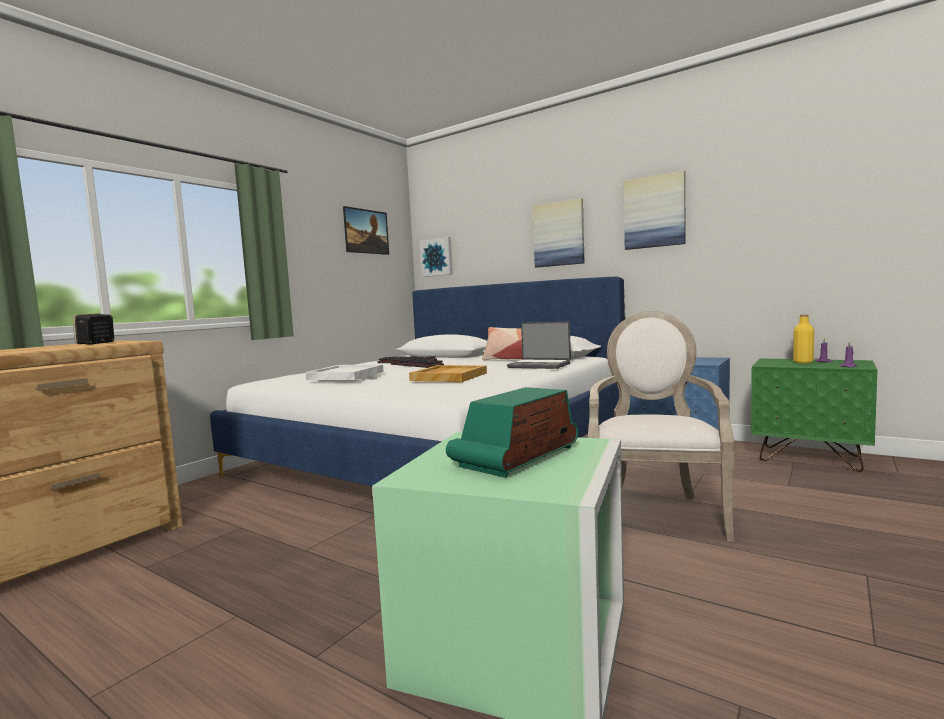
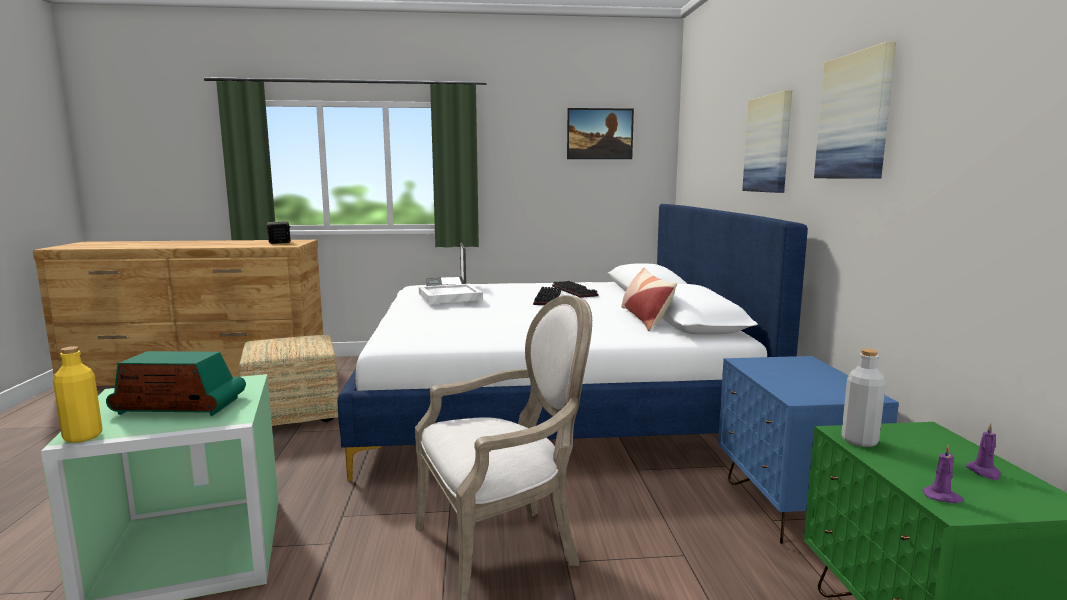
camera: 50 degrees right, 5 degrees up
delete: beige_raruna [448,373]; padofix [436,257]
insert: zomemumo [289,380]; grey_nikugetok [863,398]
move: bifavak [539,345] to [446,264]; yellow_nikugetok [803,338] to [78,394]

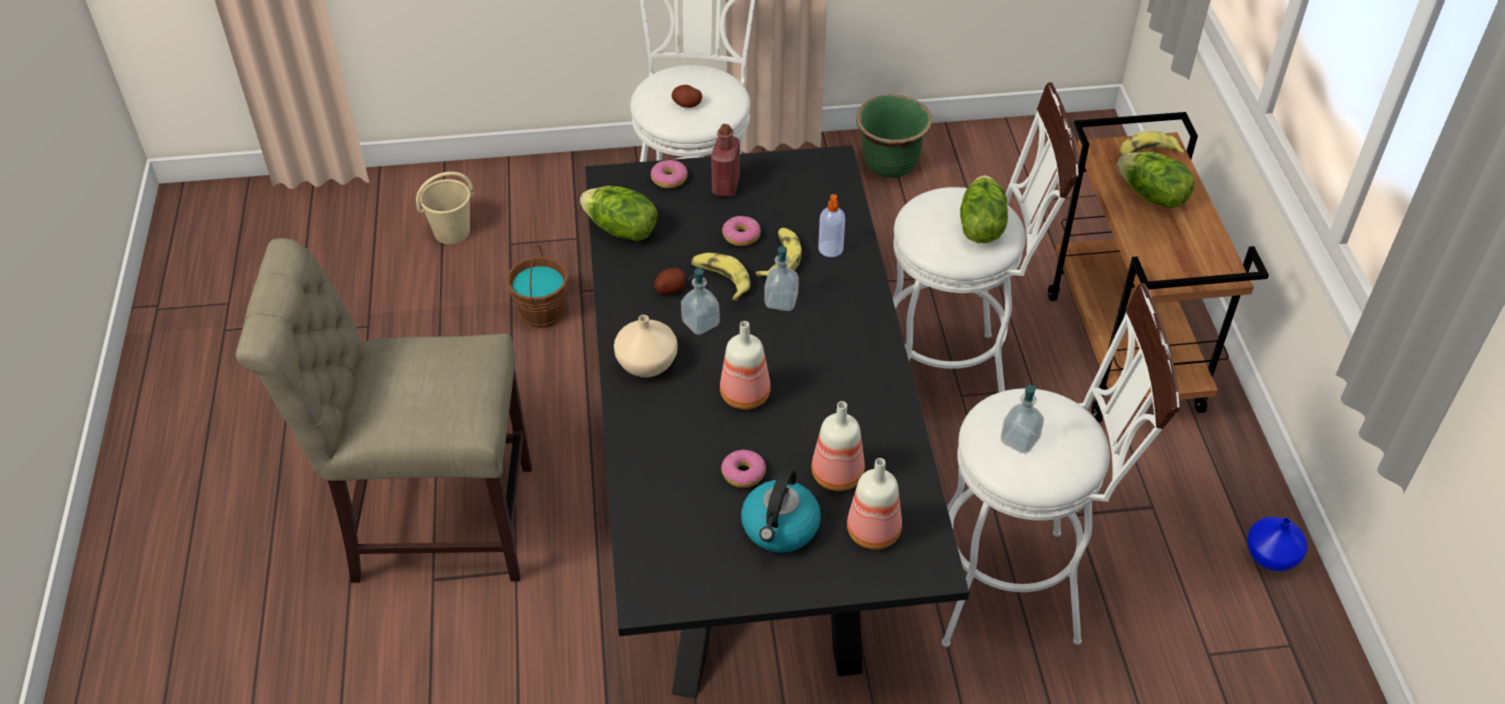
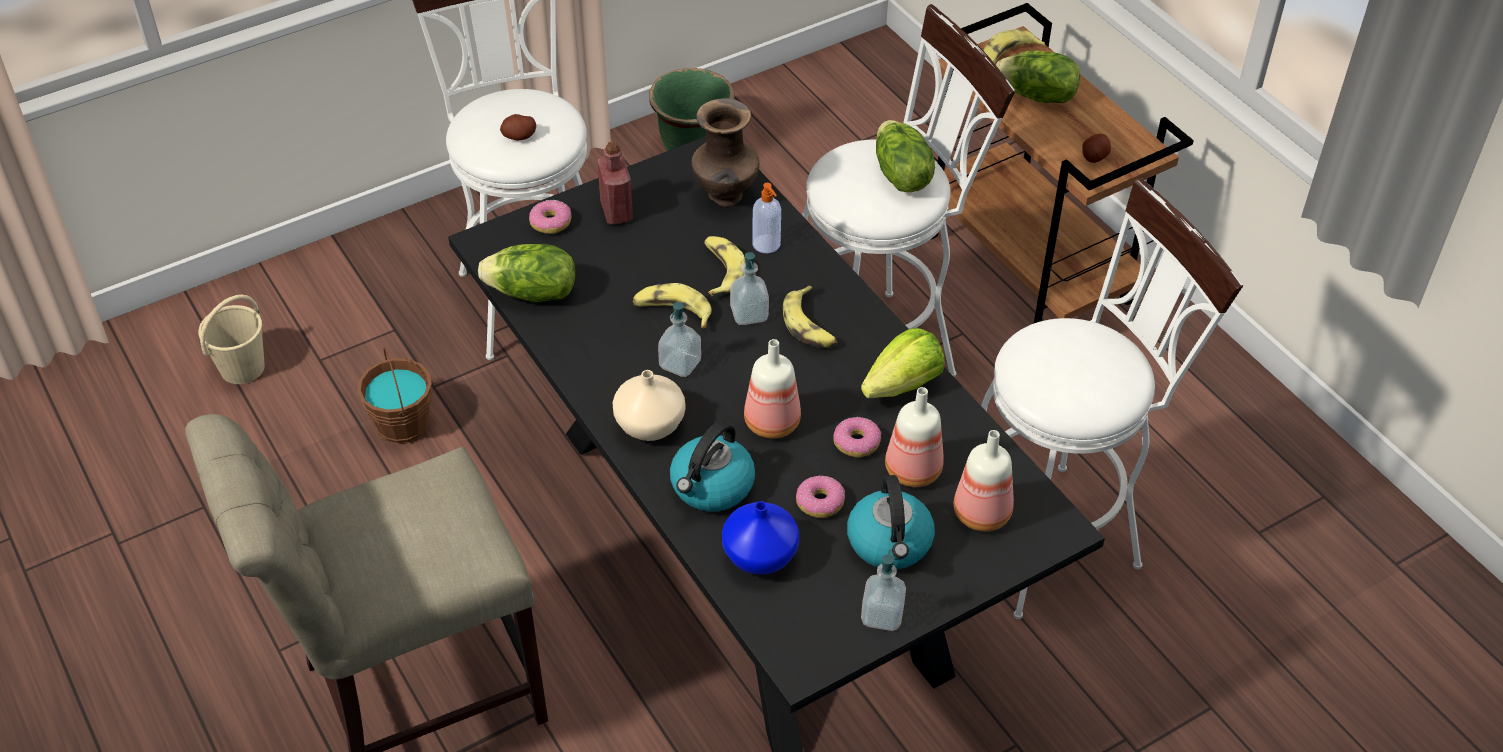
camera: 25 degrees left, 0 degrees up
insert: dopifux [712,466]; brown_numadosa [725,152]; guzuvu [810,317]; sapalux [902,363]
move: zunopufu [670,281] to [1096,148]; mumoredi [741,231] to [857,437]; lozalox [1022,418] to [883,590]; blue_numadosa [1277,544] to [760,538]

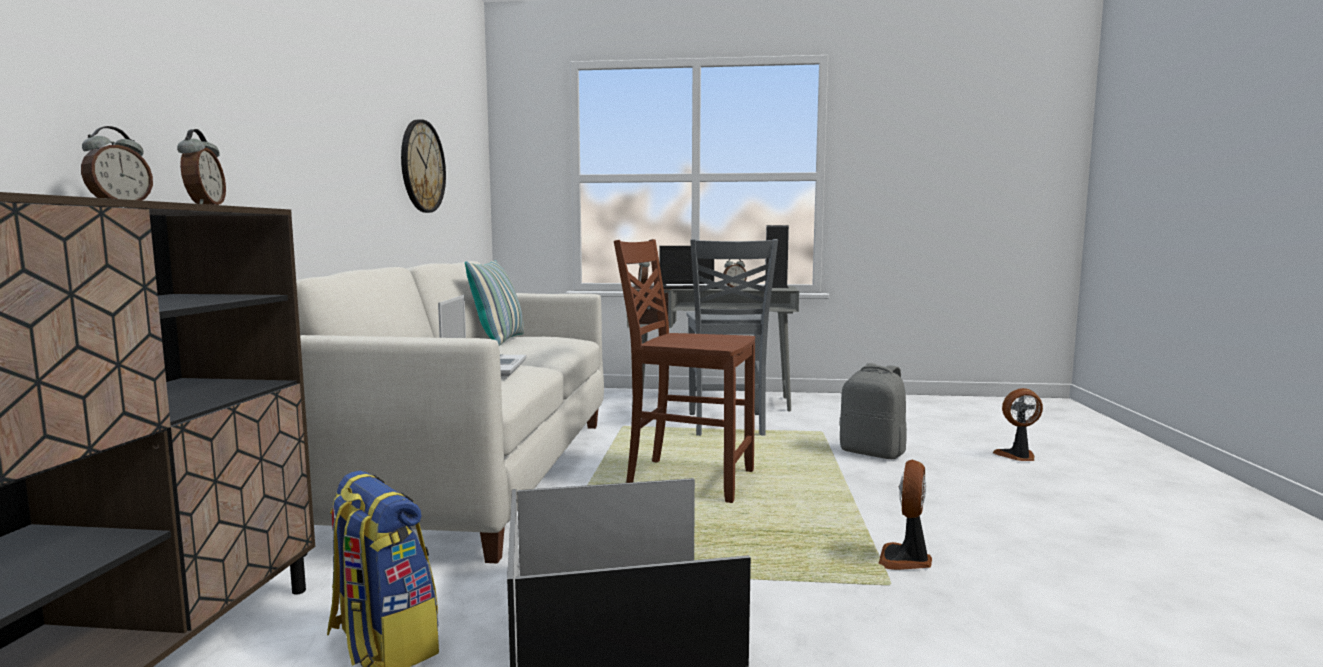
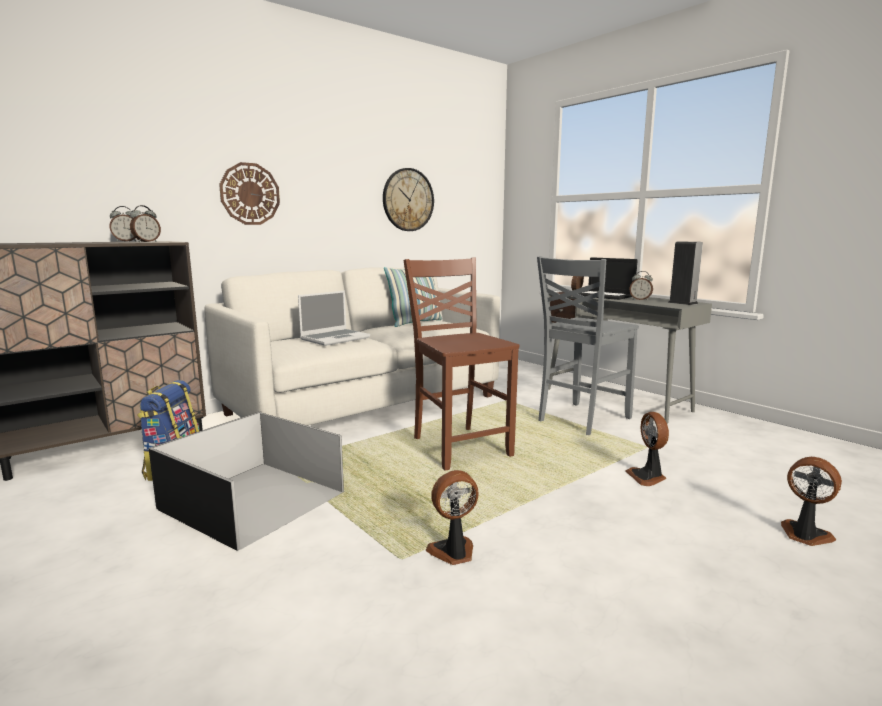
camera: 45 degrees right, 5 degrees up
insert: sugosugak [249,193]
replace: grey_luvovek [873,411] to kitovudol [647,449]

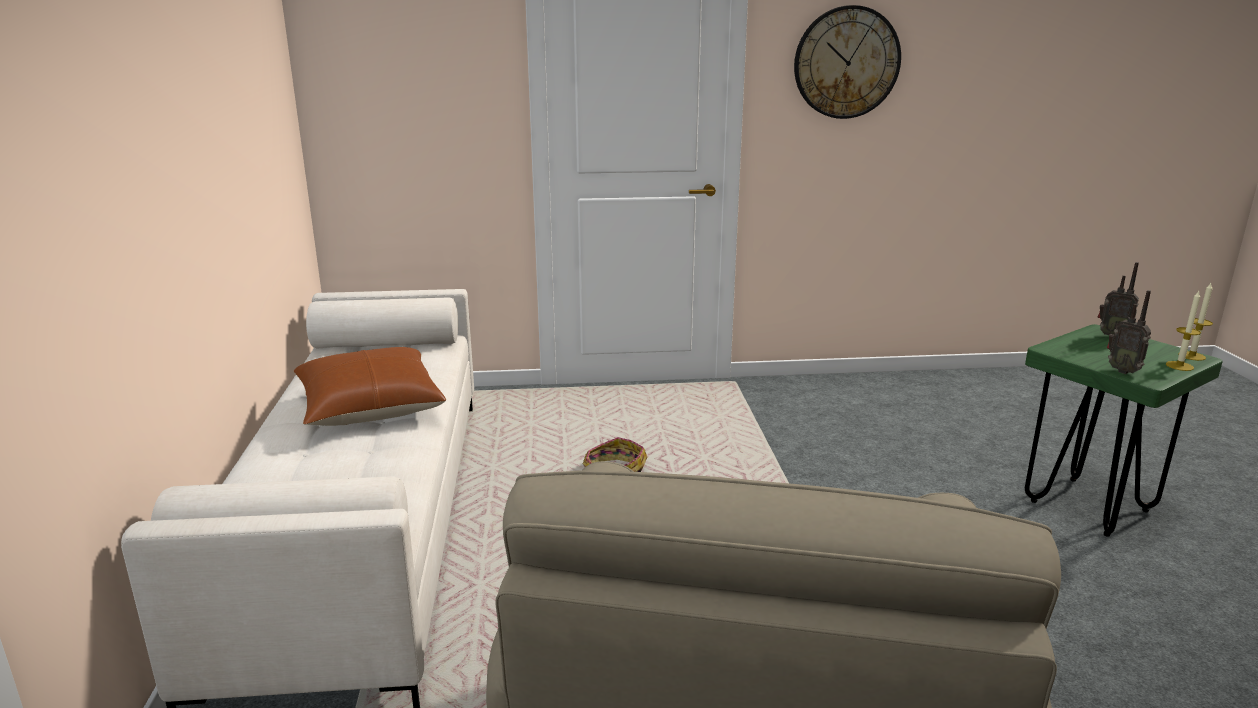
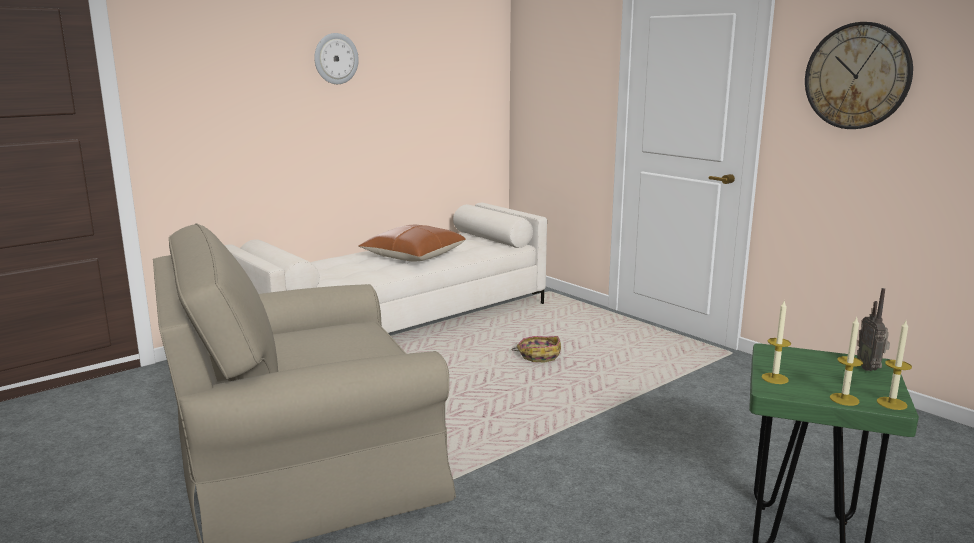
camera: 55 degrees right, 5 degrees down
insert: sugosugak [336,58]
replace: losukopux [1129,332] to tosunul [776,342]

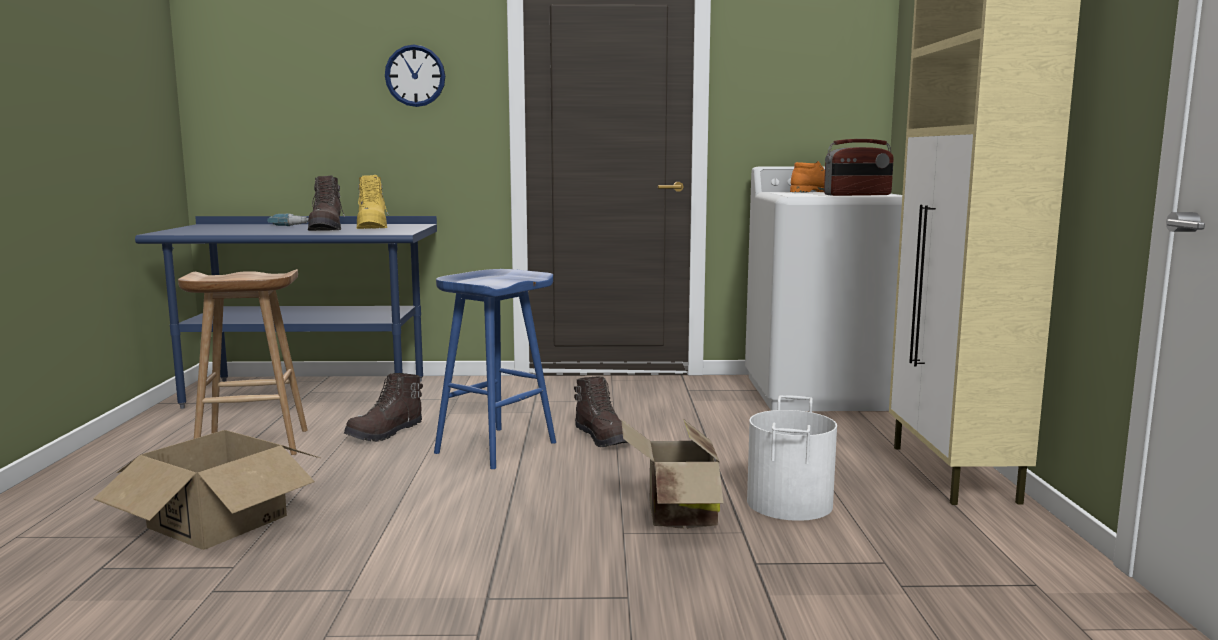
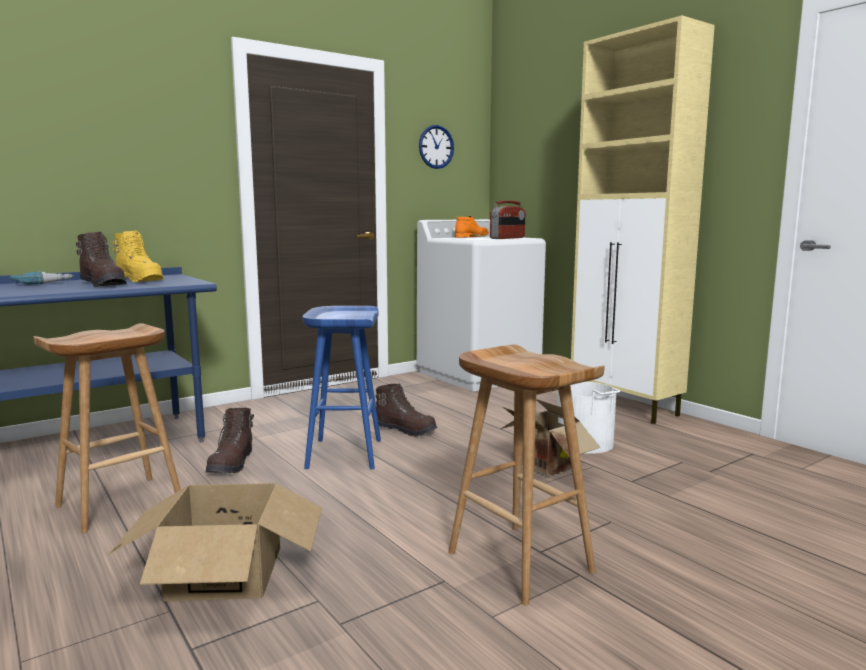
camera: 35 degrees left, 0 degrees up
insert: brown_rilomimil [526,475]
move: sugosugak [415,76] to [436,147]

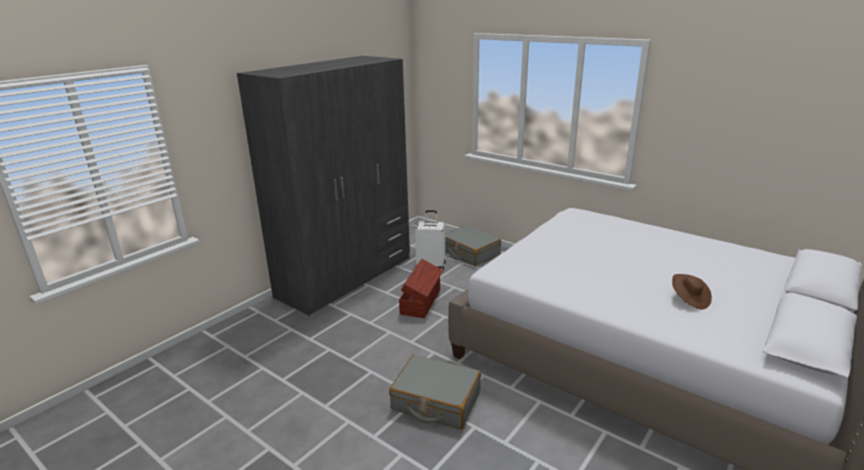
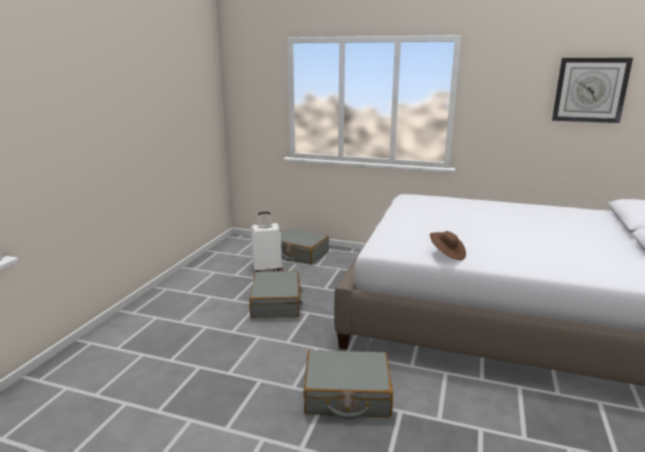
camera: 20 degrees left, 5 degrees down
delete: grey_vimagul [323,186]
insert: sugosugak [592,90]
move: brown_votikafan [692,291] to [448,246]
replace: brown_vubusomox [421,288] to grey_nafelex [276,294]

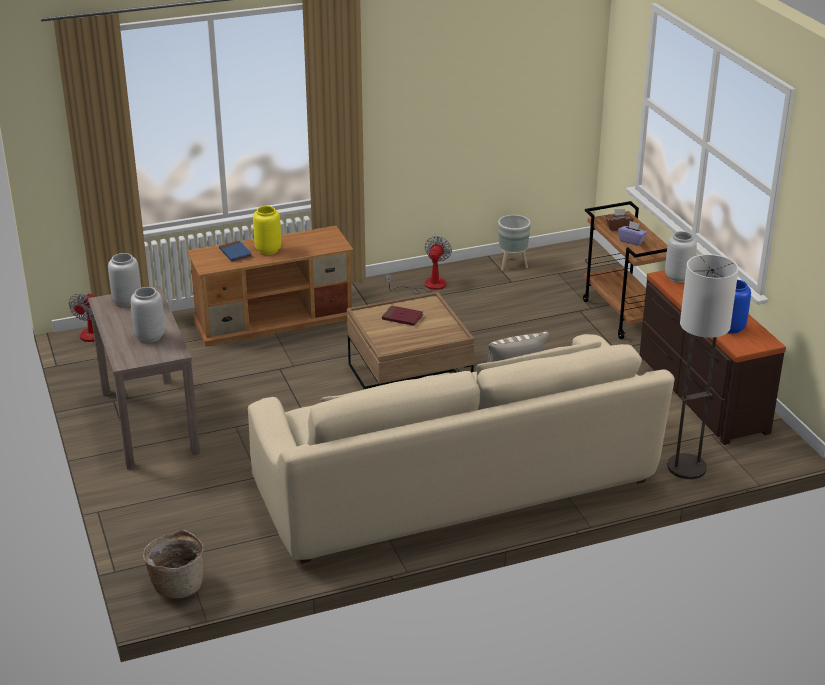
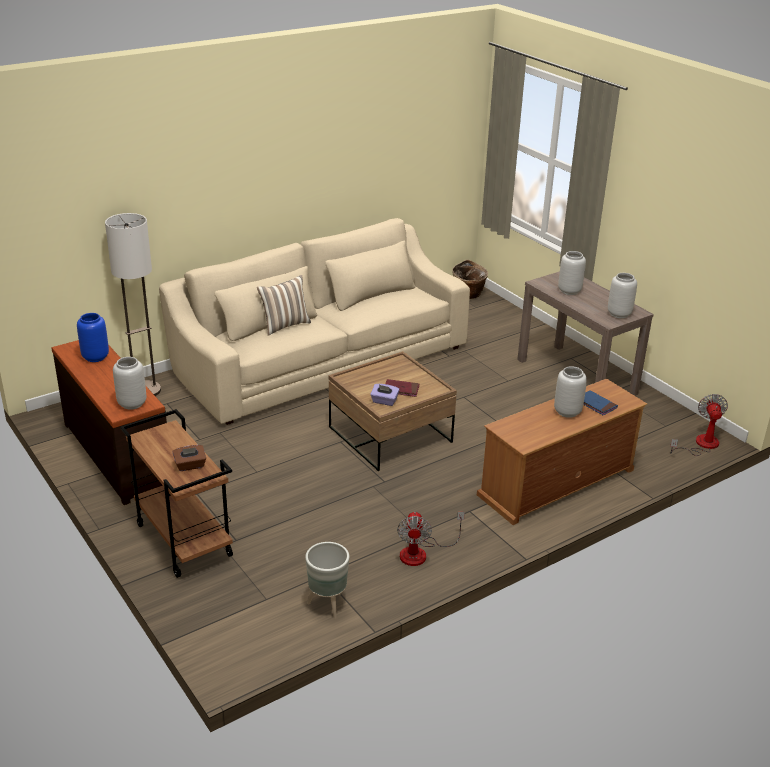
camera: 165 degrees right, 0 degrees up
move: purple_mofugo [632,233] to [384,395]
recolor: yellow_numadosa [267,230] to grey_numadosa [570,392]

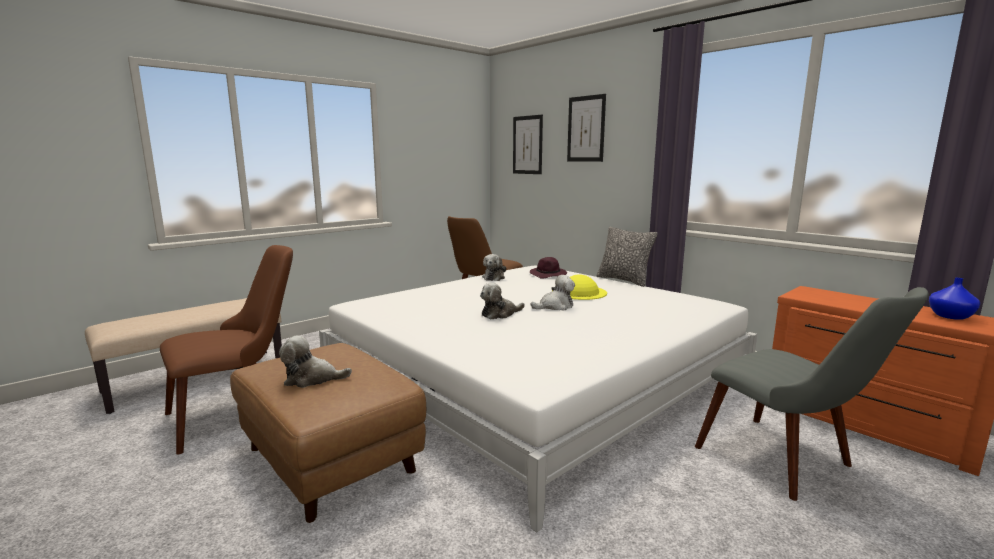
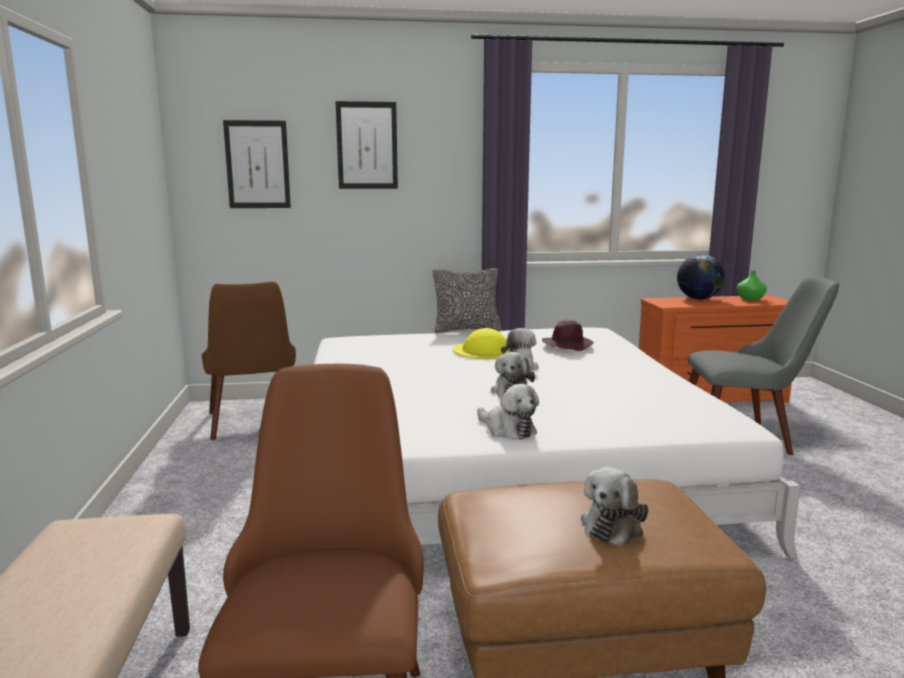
camera: 55 degrees left, 0 degrees up
insert: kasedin [701,277]
move: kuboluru [494,267] to [508,412]; purple_votikafan [548,267] to [568,335]
recolor: blue_numadosa [954,299] to green_numadosa [752,285]

